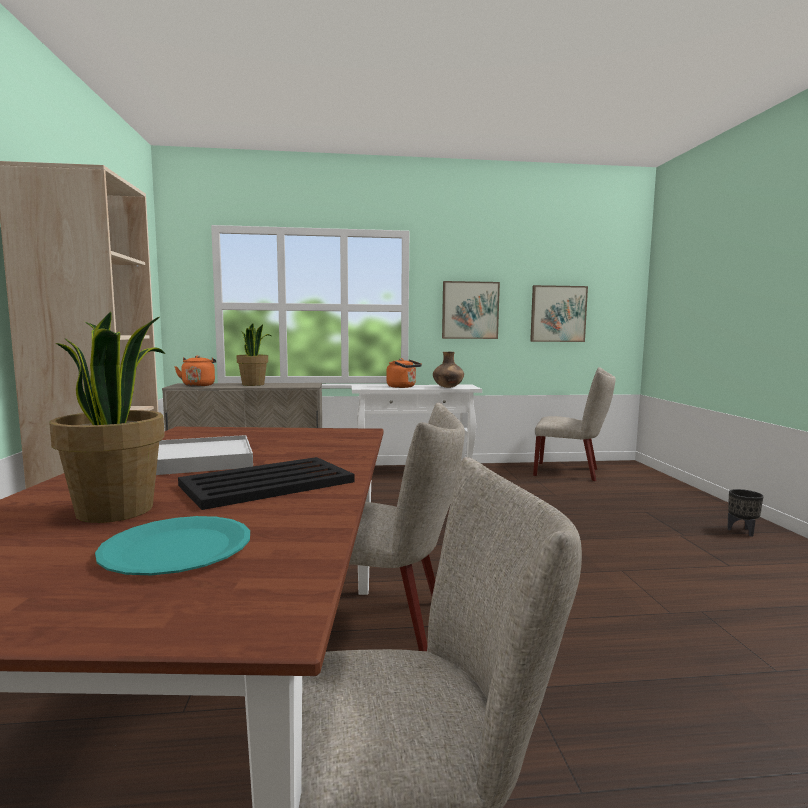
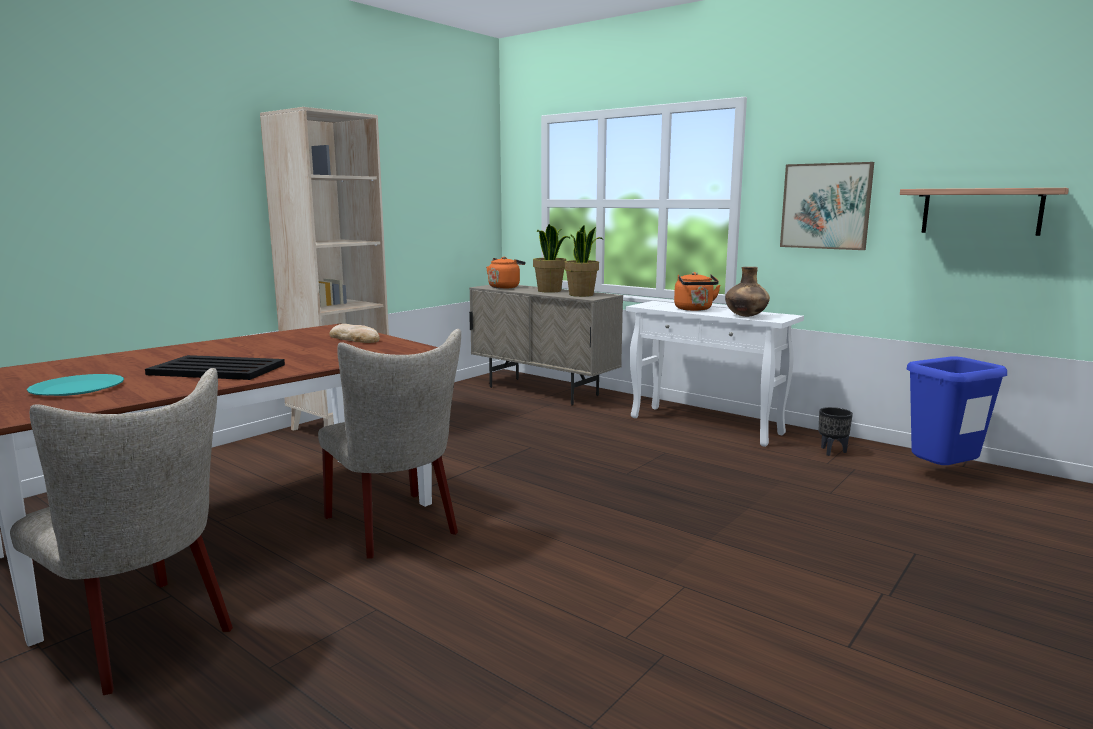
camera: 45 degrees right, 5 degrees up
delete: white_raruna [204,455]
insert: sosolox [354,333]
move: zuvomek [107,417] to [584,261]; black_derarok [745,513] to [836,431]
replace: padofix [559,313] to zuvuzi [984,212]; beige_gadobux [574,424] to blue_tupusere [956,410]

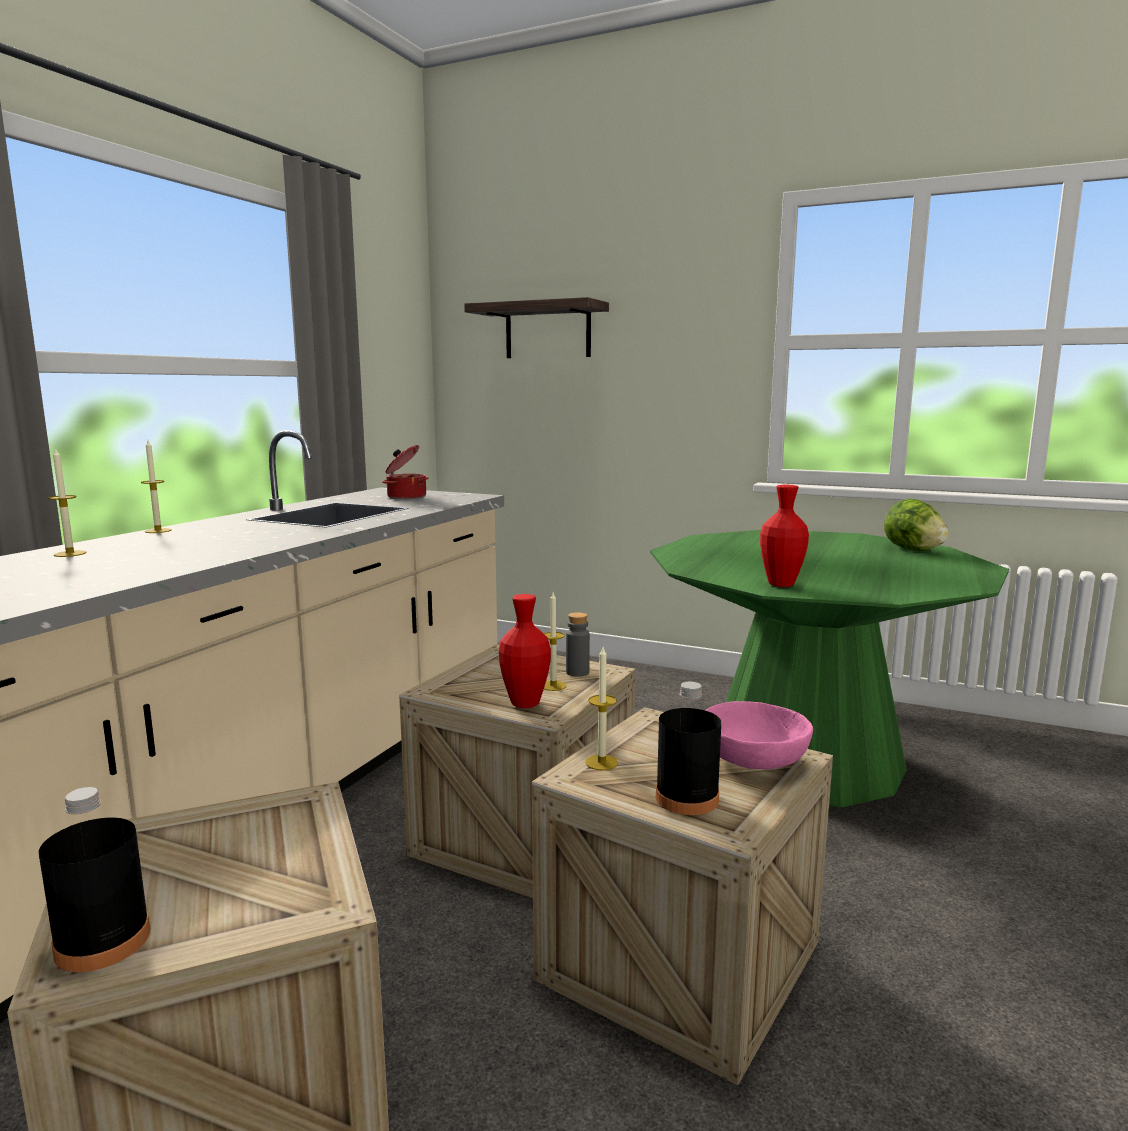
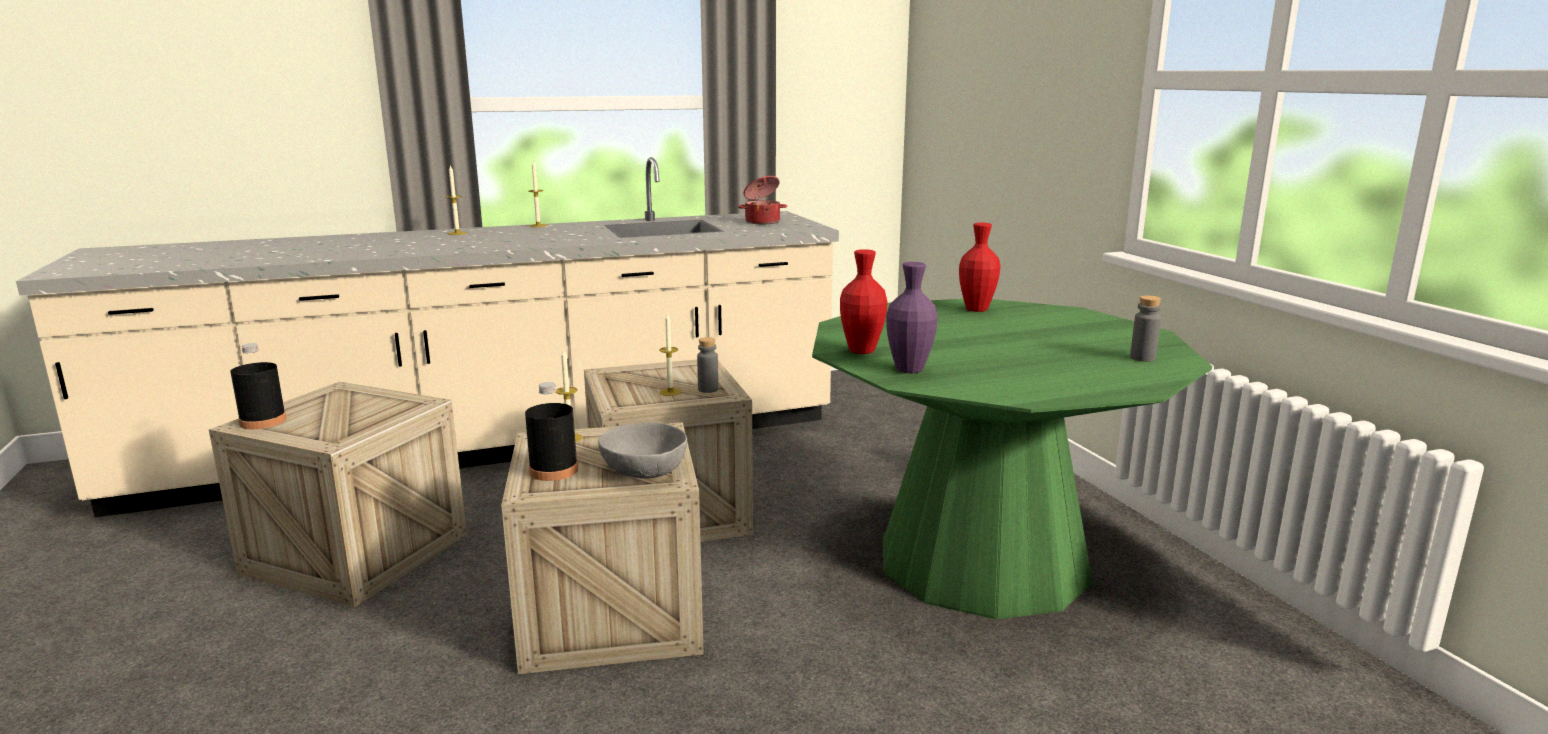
camera: 45 degrees right, 5 degrees up
delete: zuvuzi [536,327]
insert: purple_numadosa [912,317]
move: red_numadosa [525,651] to [979,267]
replace: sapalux [916,525] to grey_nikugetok [1145,328]
recolor: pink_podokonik [759,735] to grey_podokonik [642,451]

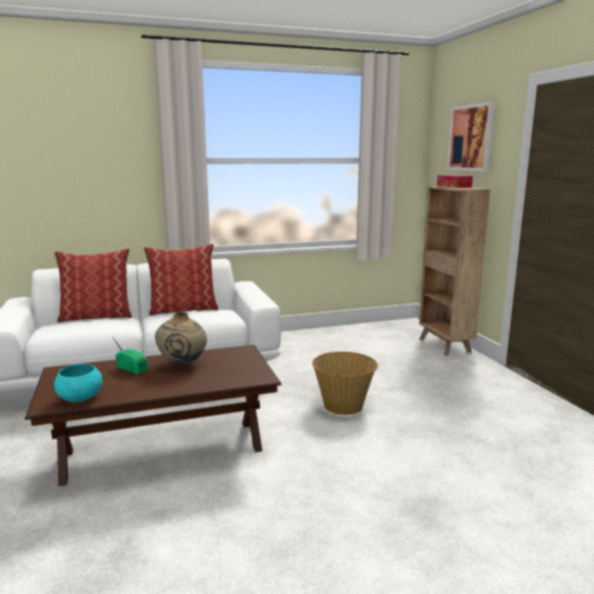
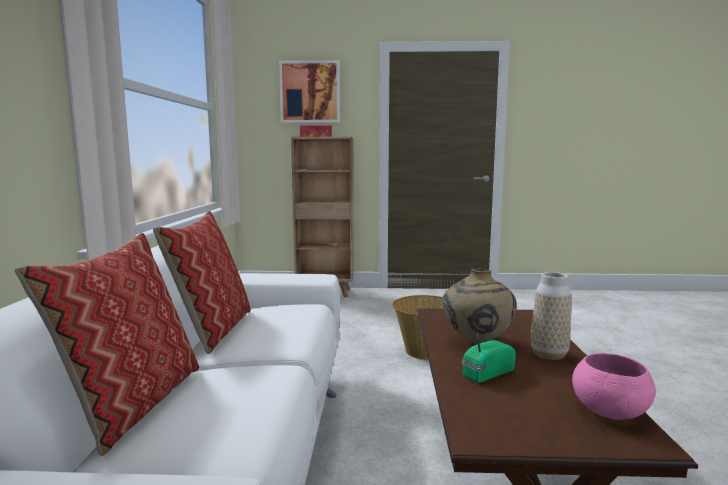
camera: 70 degrees left, 5 degrees down
insert: numadosa [551,316]
recolor: turquoise_podokonik [78,383] to pink_podokonik [613,386]

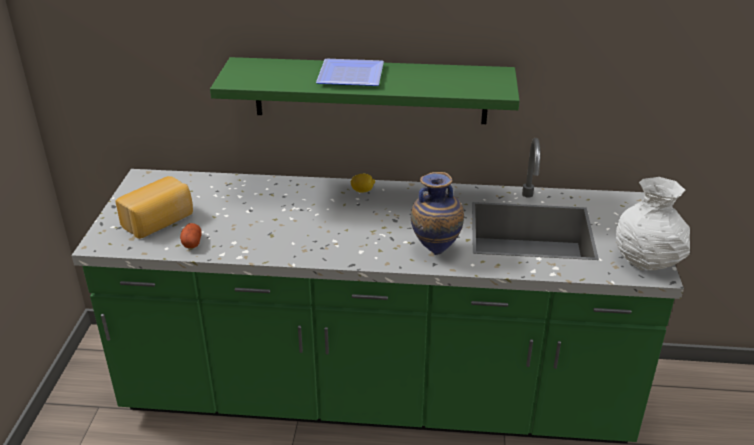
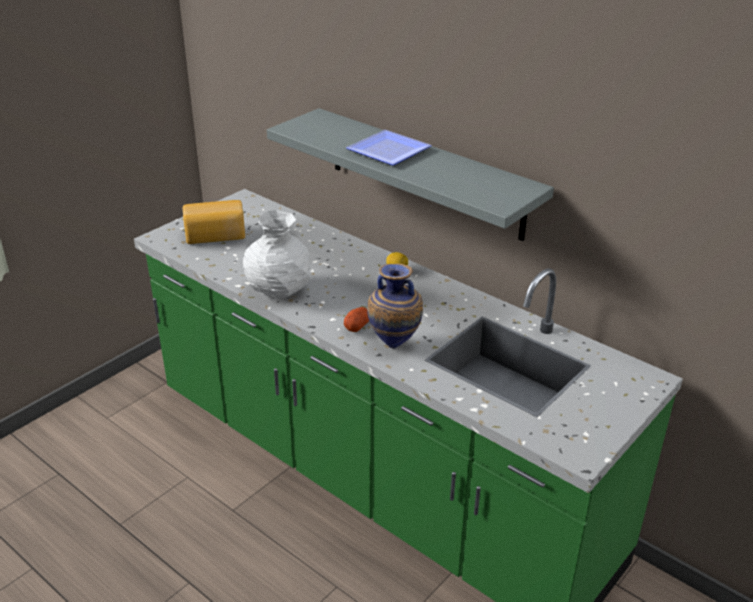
camera: 35 degrees right, 0 degrees up
move: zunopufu [191,235] to [356,319]; white_numadosa [653,223] to [277,254]
recolor: green_zuvuzi [365,90] to grey_zuvuzi [410,174]

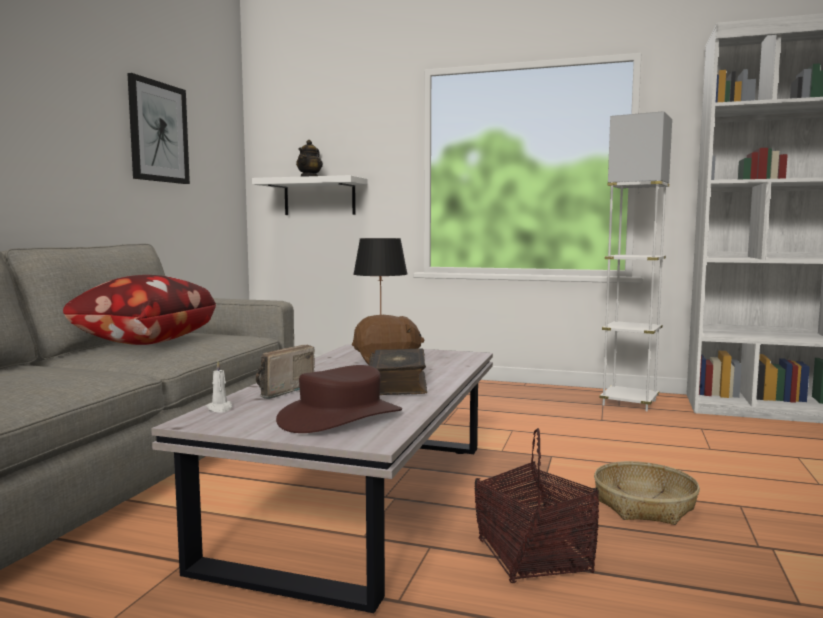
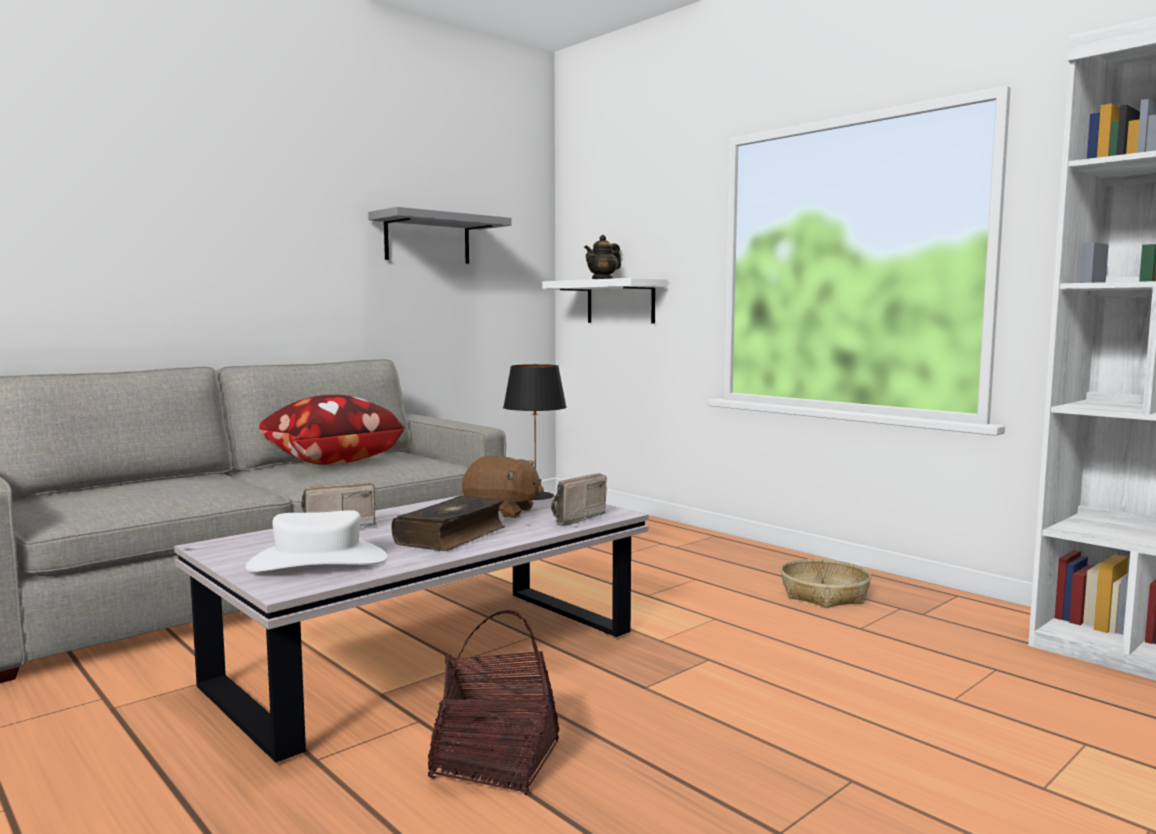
camera: 30 degrees right, 0 degrees up
delete: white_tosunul [219,387]; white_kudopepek [635,261]
insert: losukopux [579,499]
move: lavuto [647,493] to [825,583]
replace: padofix [158,128] to grey_zuvuzi [440,235]
recolor: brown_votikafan [339,399] to white_votikafan [316,541]

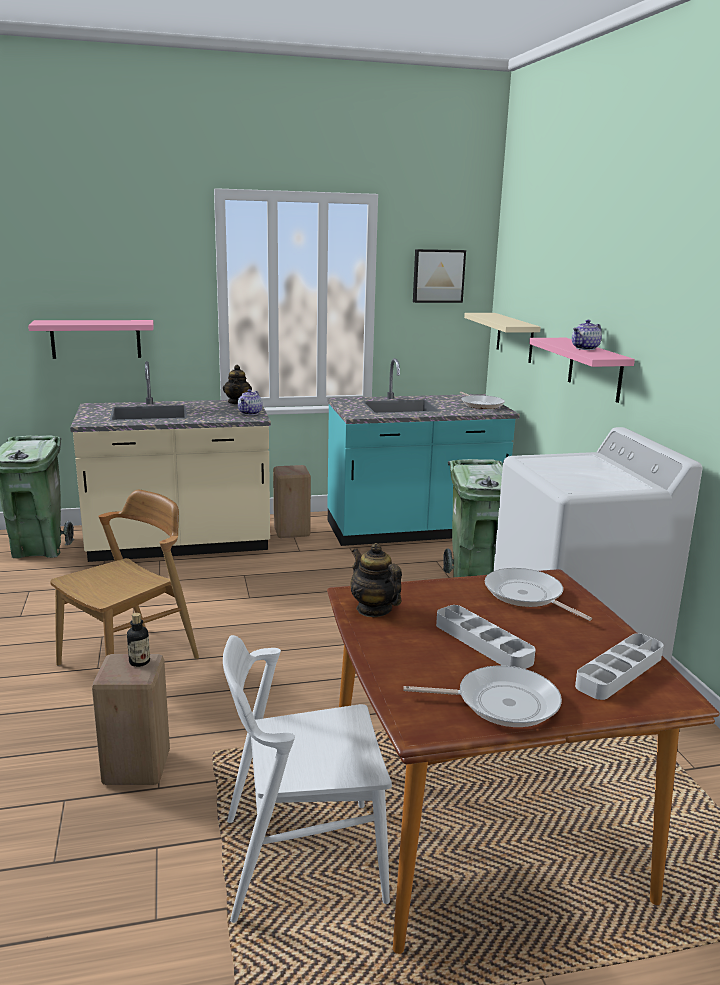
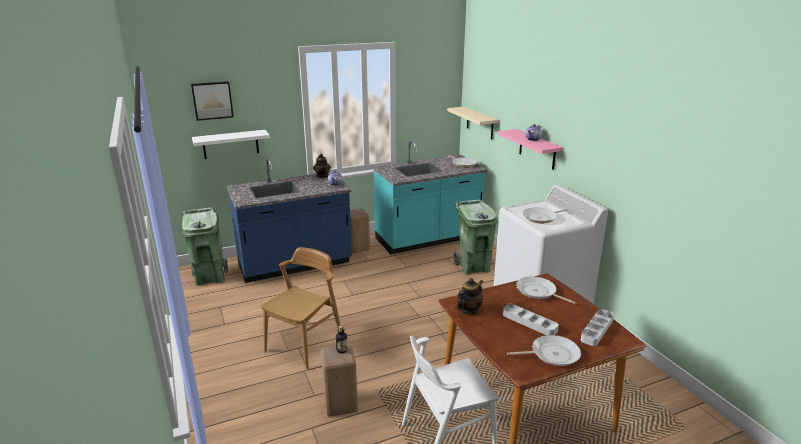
camera: 10 degrees left, 5 degrees up
insert: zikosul [546,215]
move: padofix [439,276] to [212,101]
recolor: pink_zuvuzi [91,339] to white_zuvuzi [231,144]; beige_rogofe [170,461] to blue_rogofe [289,220]
rotate: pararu [376,580] = [470,296] 90 degrees clockwise

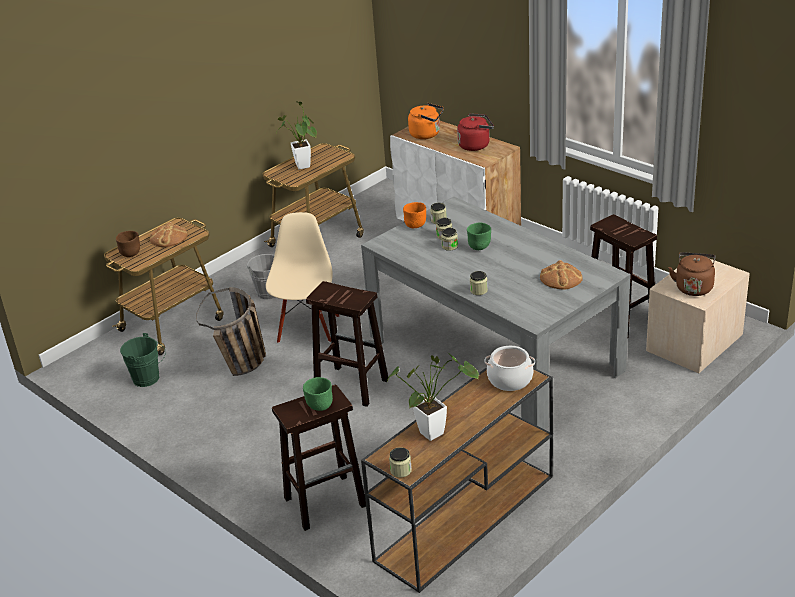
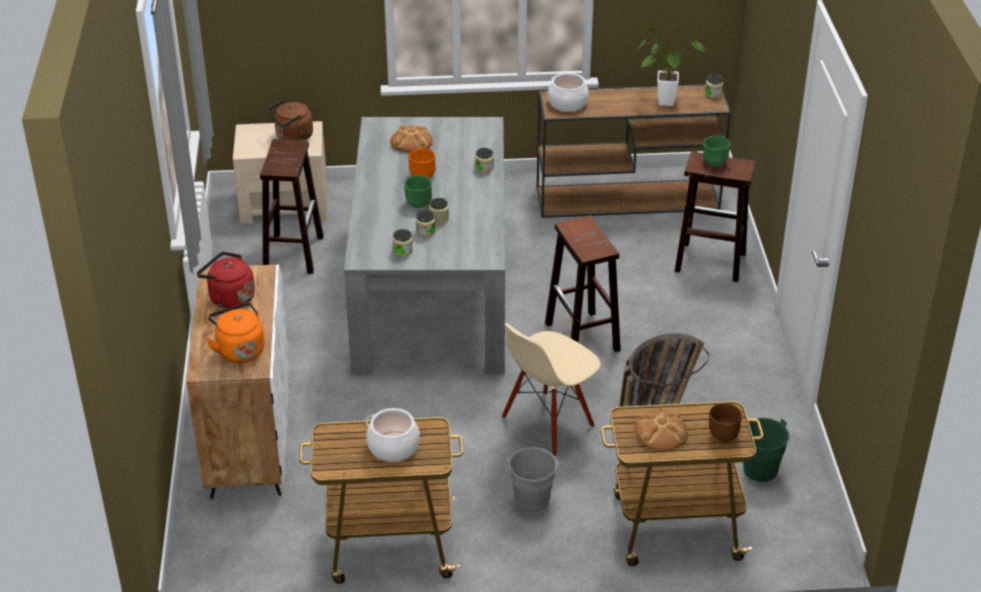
camera: 140 degrees left, 5 degrees up
move: orange_podokonik [414,215] to [422,163]
replace: zuvomek [296,135] to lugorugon [393,435]

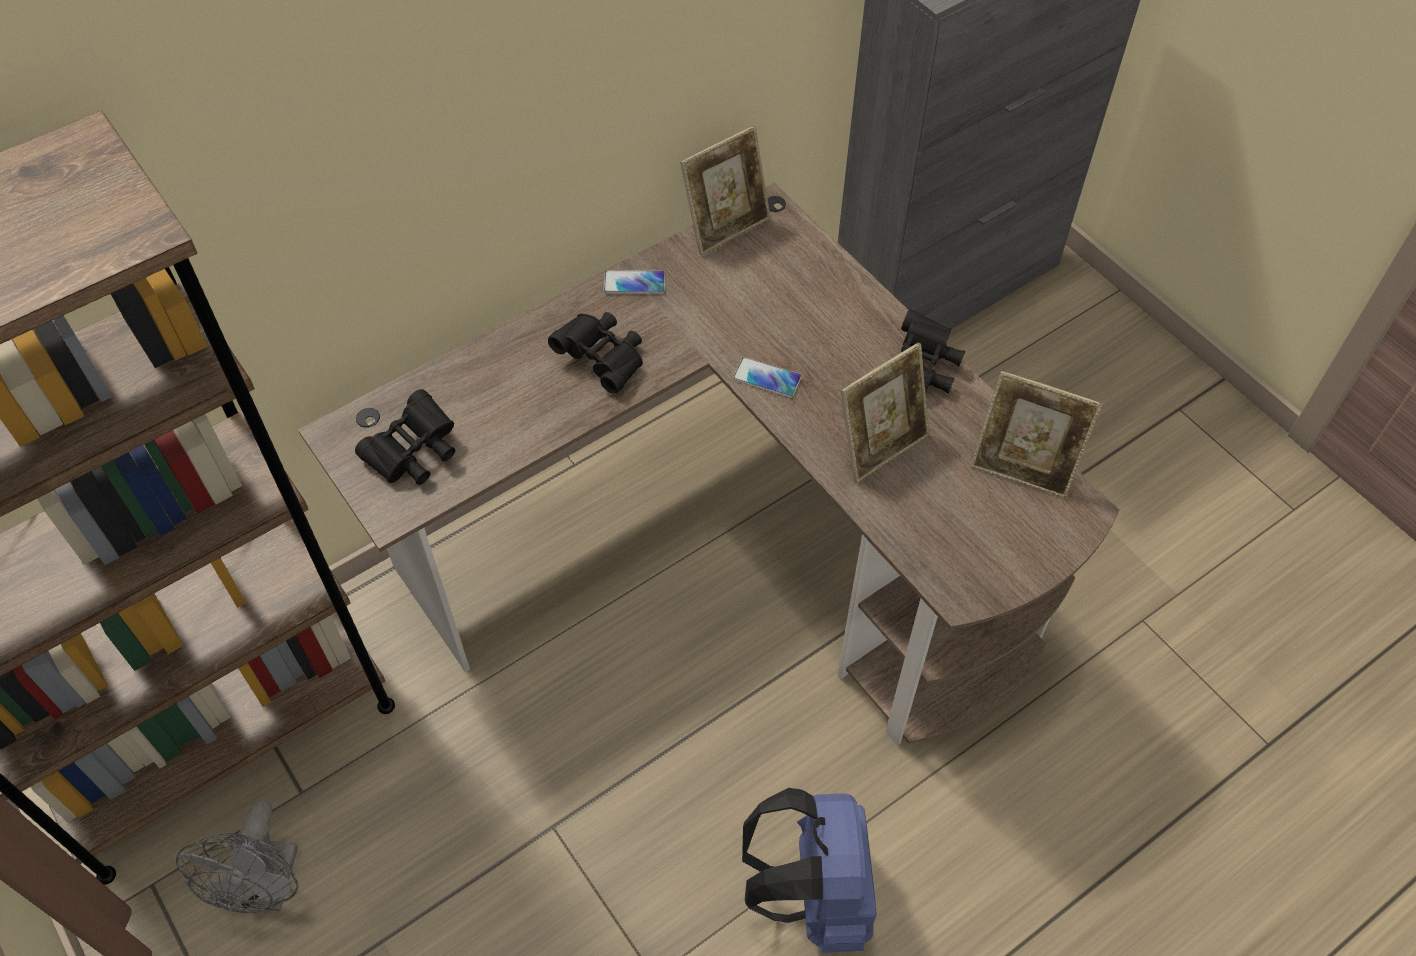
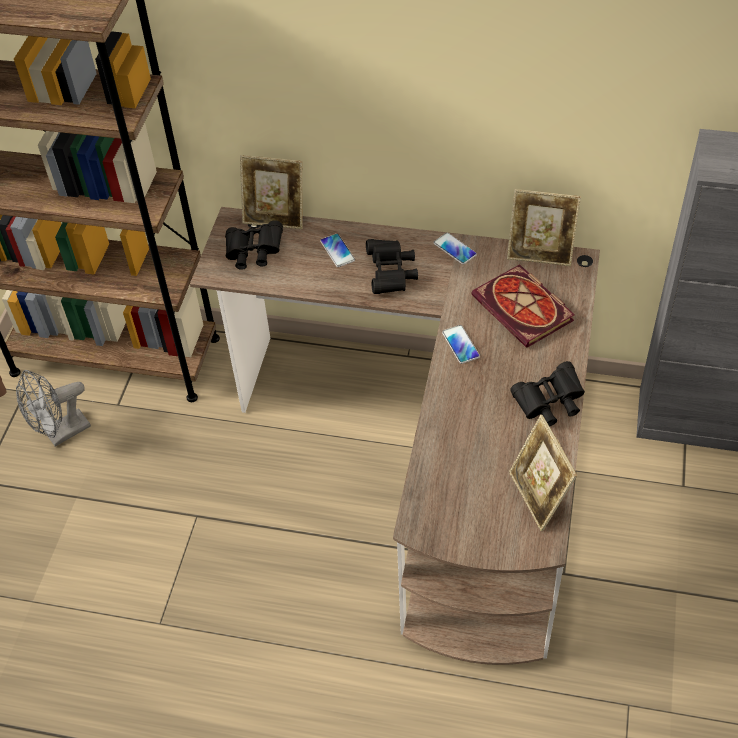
camera: 50 degrees right, 5 degrees down
delete: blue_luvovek [809,870]
insert: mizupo [337,250]; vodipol [523,306]
move: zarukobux [885,412] to [271,192]

